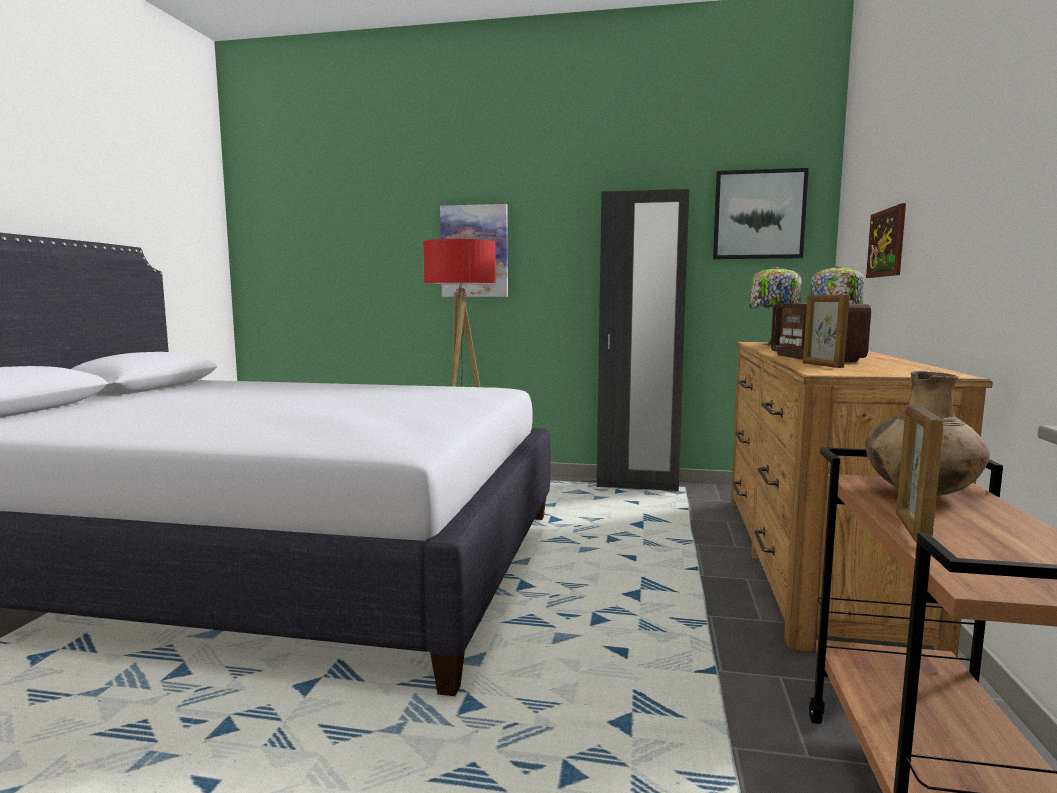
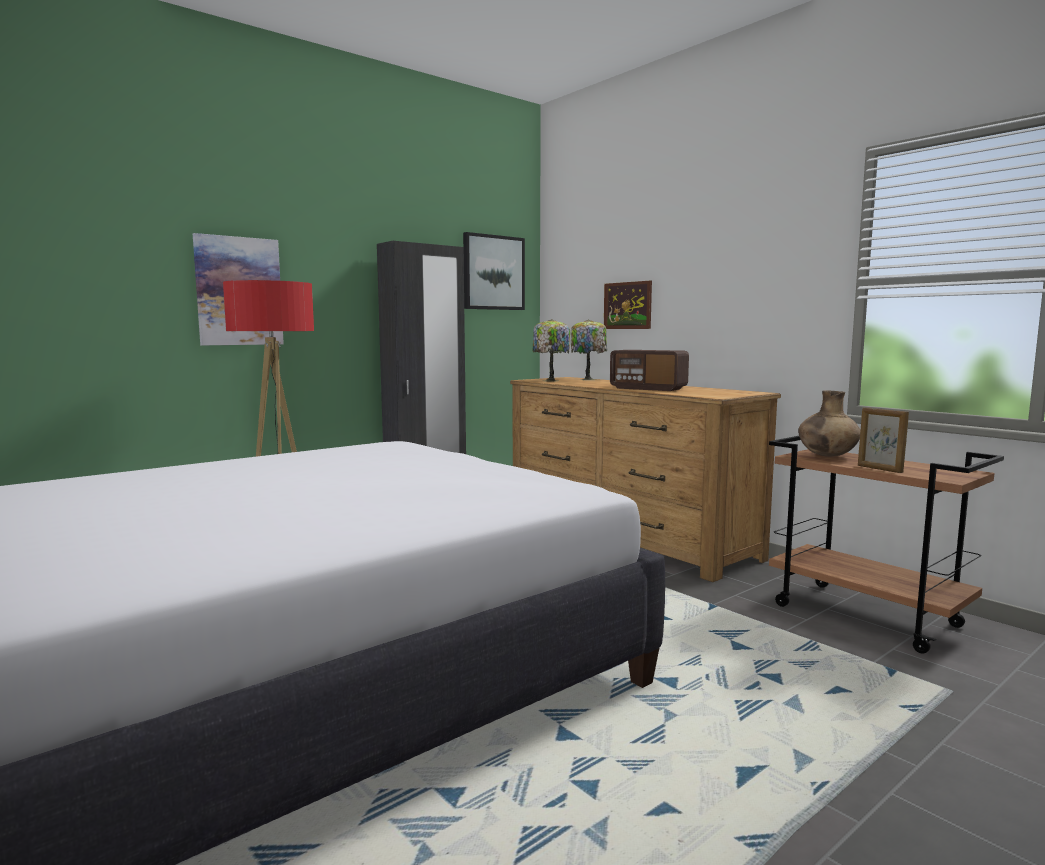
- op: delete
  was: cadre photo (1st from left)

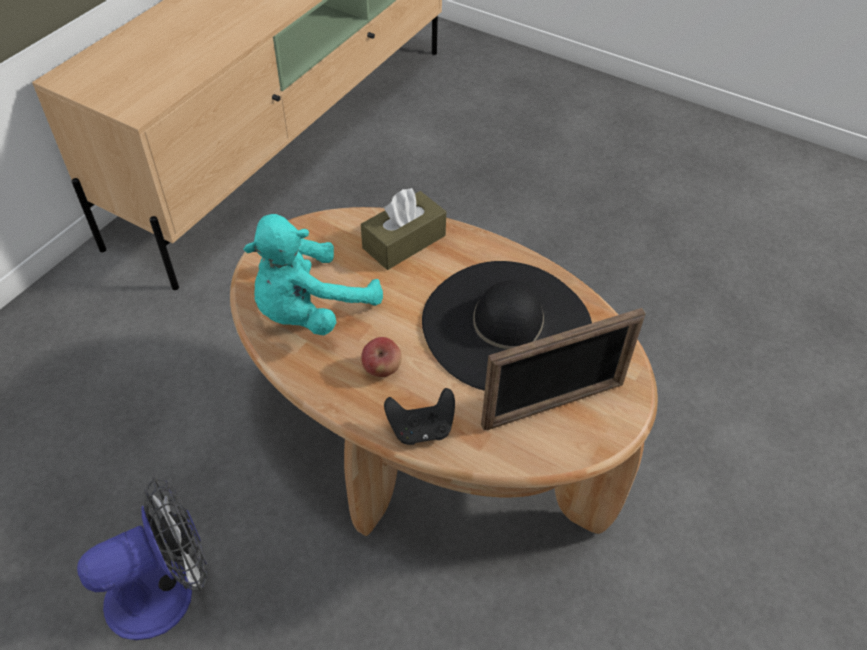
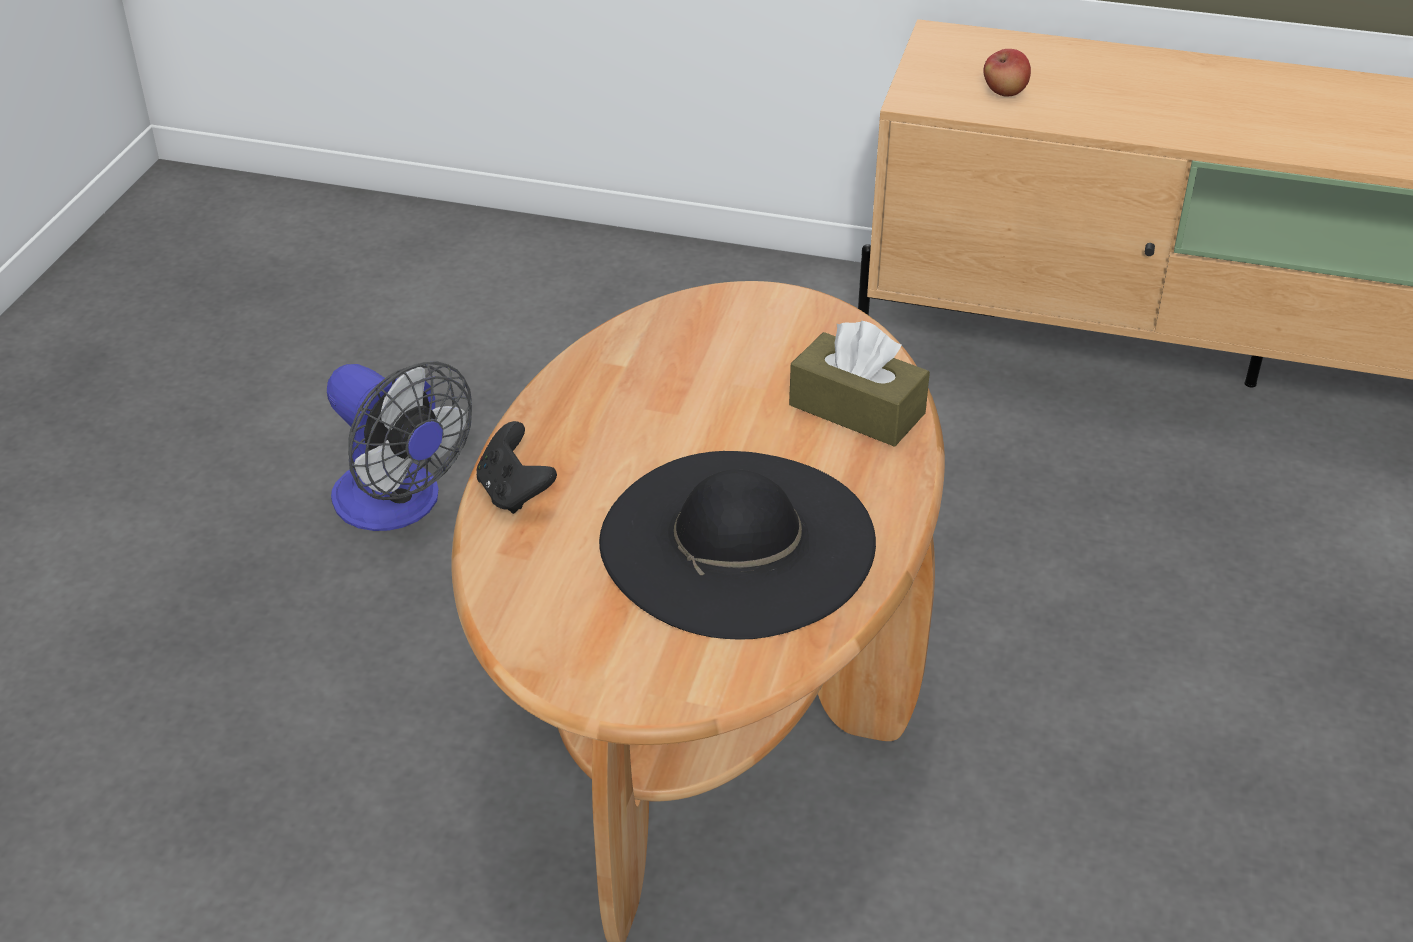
- op: move
  was: pomme
- op: delete
  was: peluche/turquoise
- op: delete
  was: cadre photo

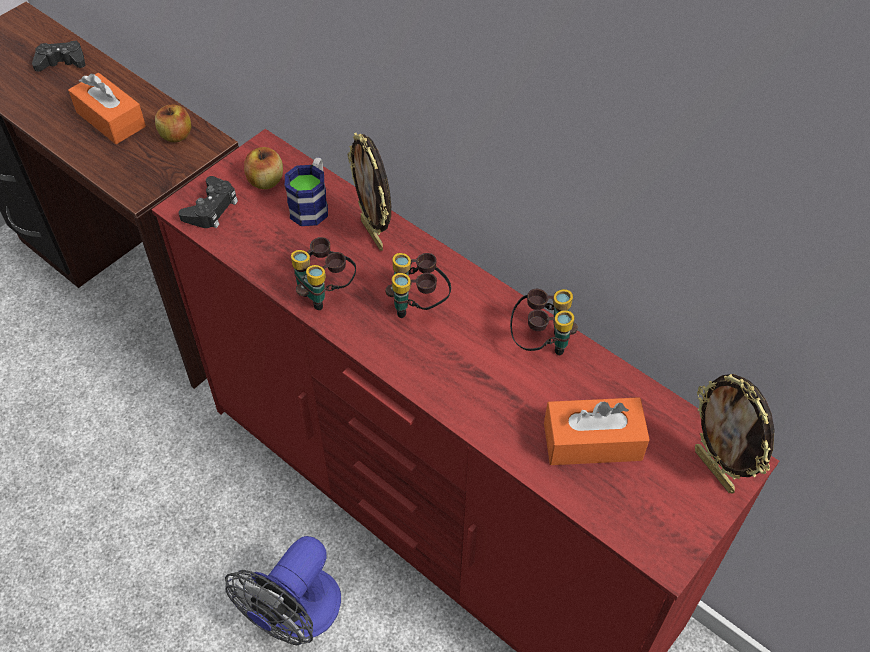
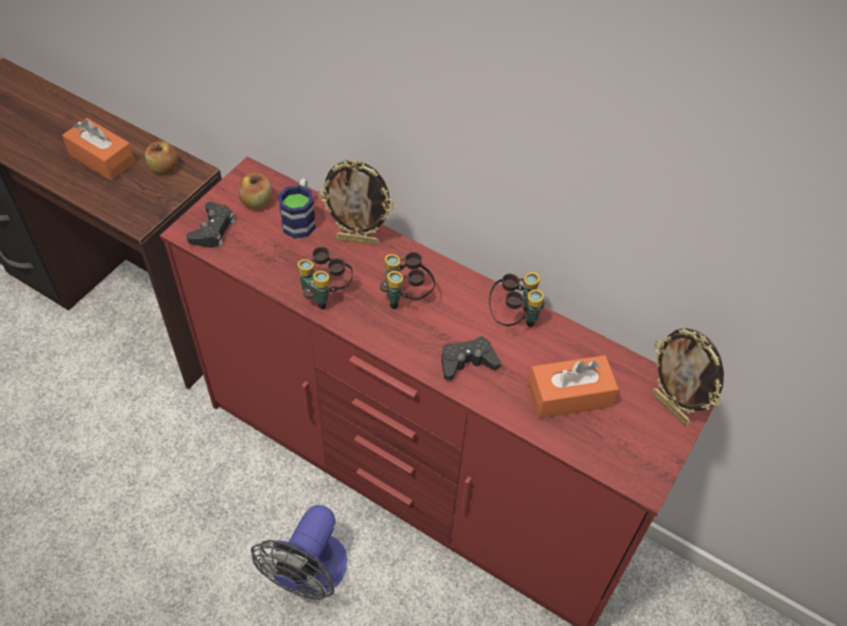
- op: rotate
  was: cadre photo (1st from left)
  clockwise: -45
- op: move
  was: manette/noir (1st from left in the first image)
  now: manette/noir (2nd from left)

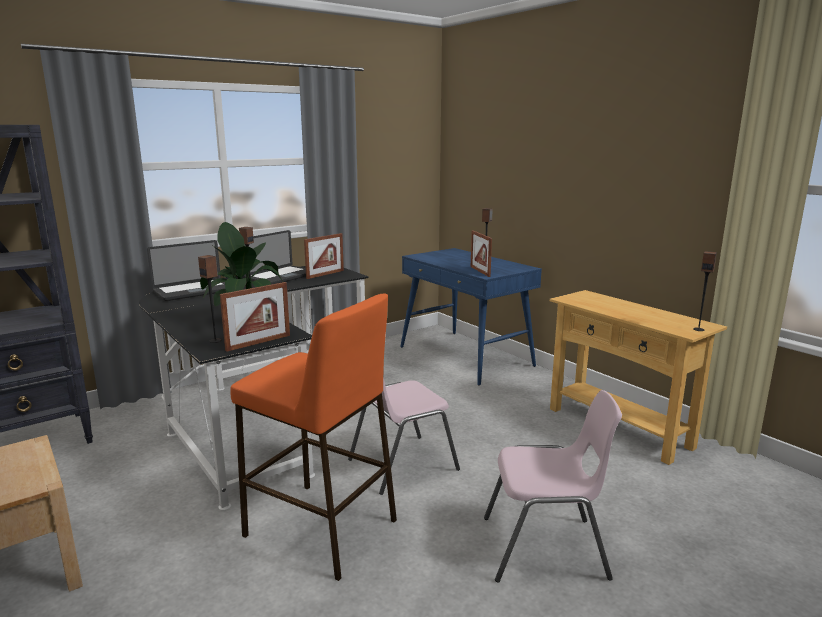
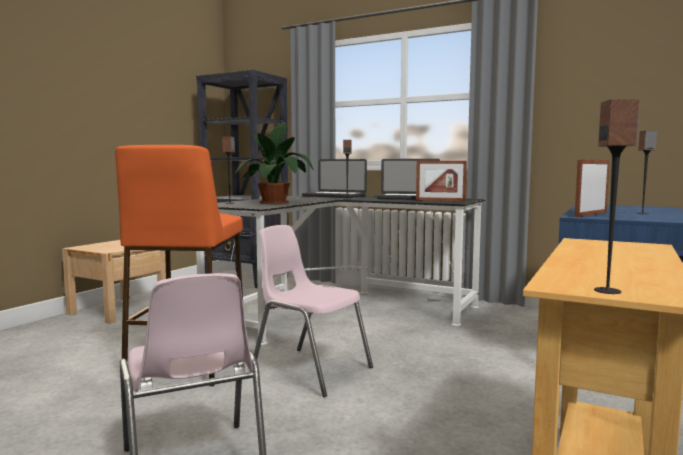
- op: delete
  was: cadre photo (1st from left)

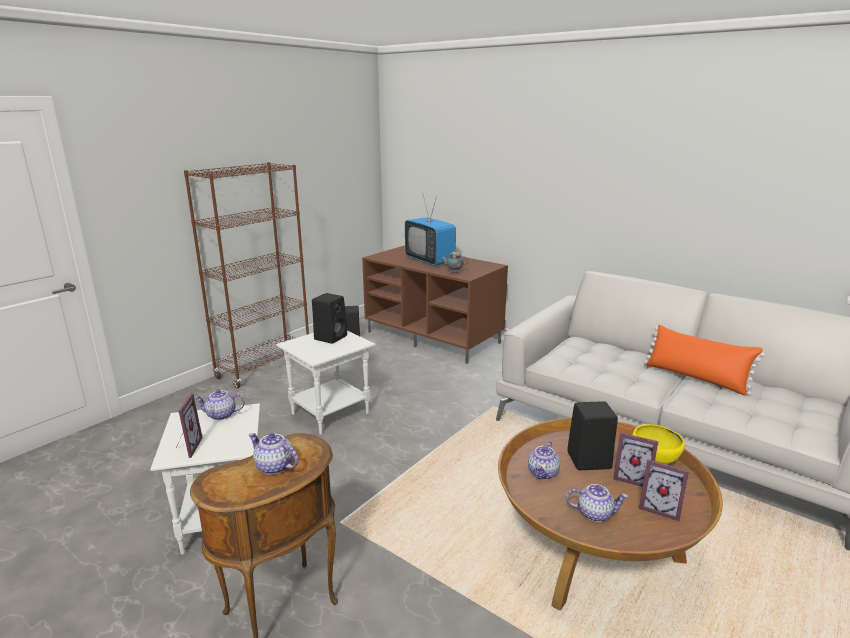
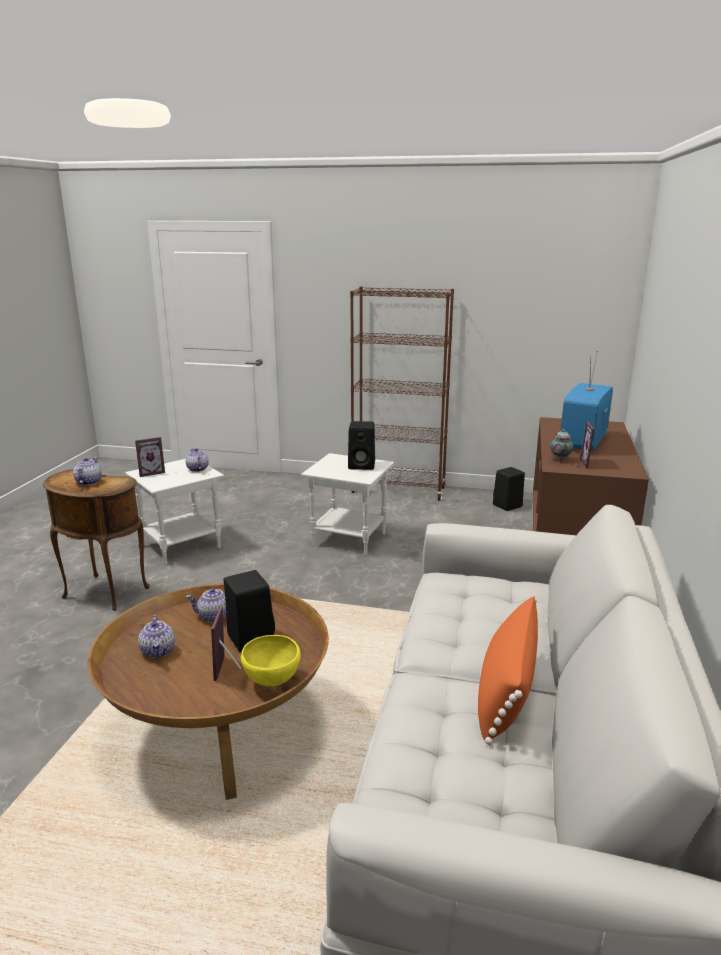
- op: move
  was: cadre photo (3rd from left)

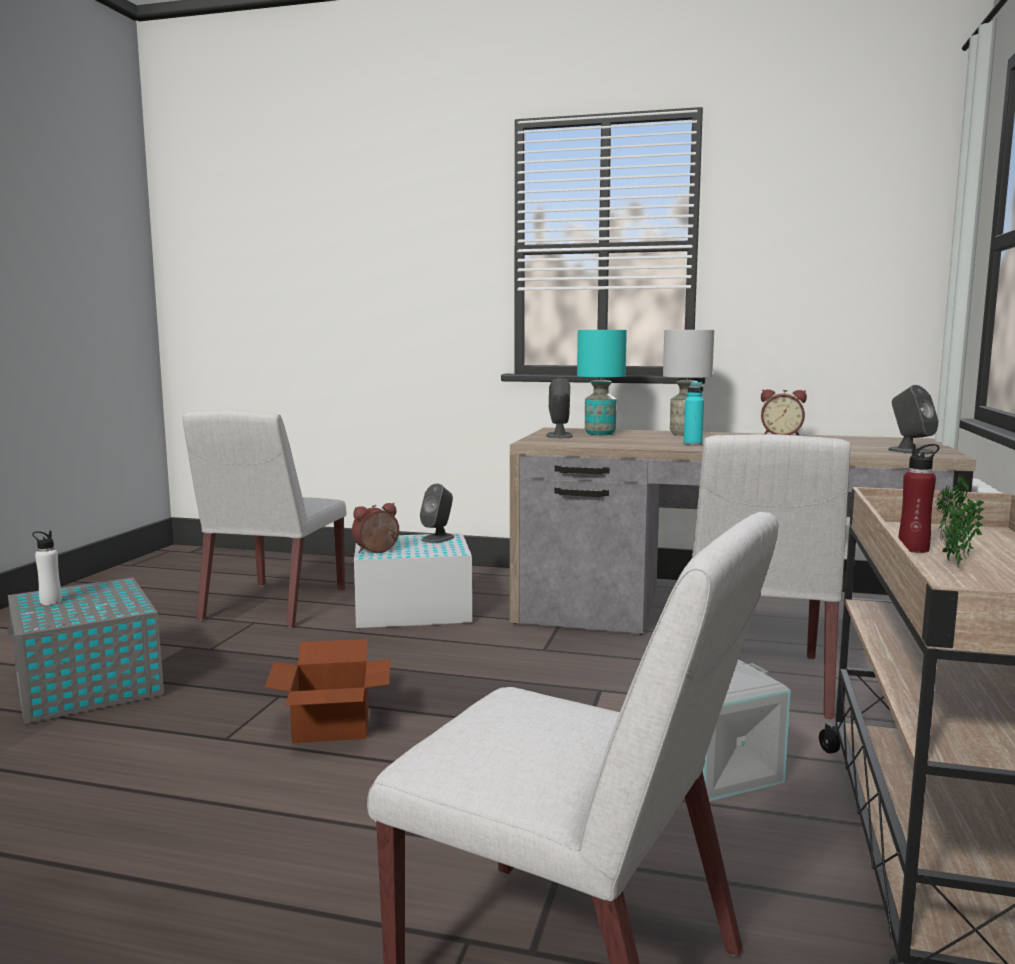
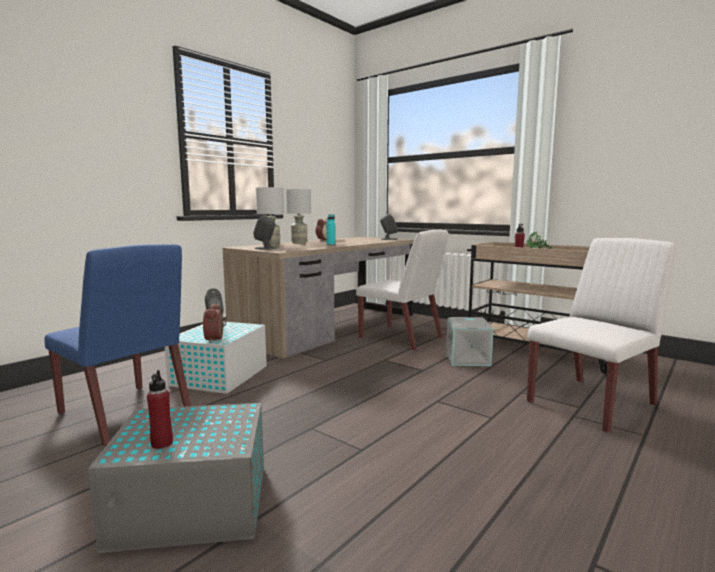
- op: recolor
  was: chaise/blanc (1st from left)
  now: chaise/bleu
- op: recolor
  was: bouteille/blanc
  now: bouteille/rouge (1st from left)
- op: recolor
  was: lampe de table/turquoise
  now: lampe de table/gris (1st from left)
- op: delete
  was: carton

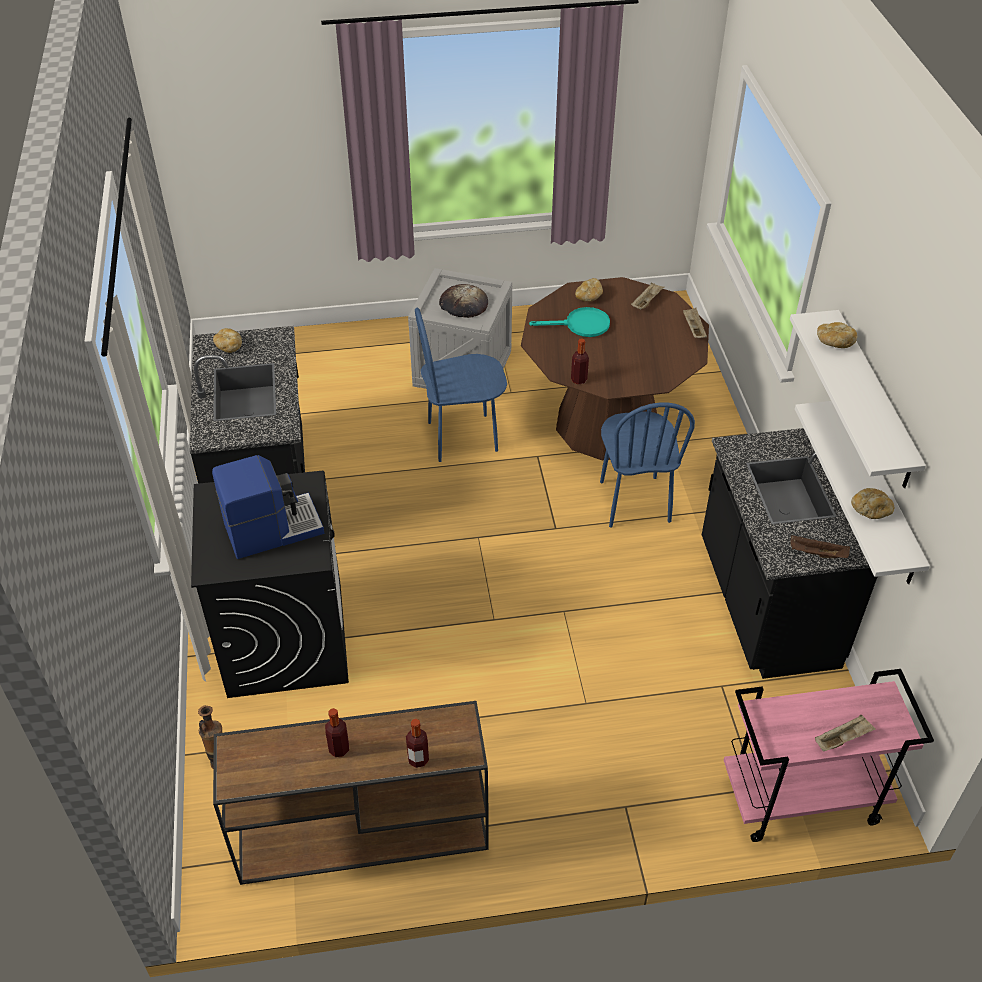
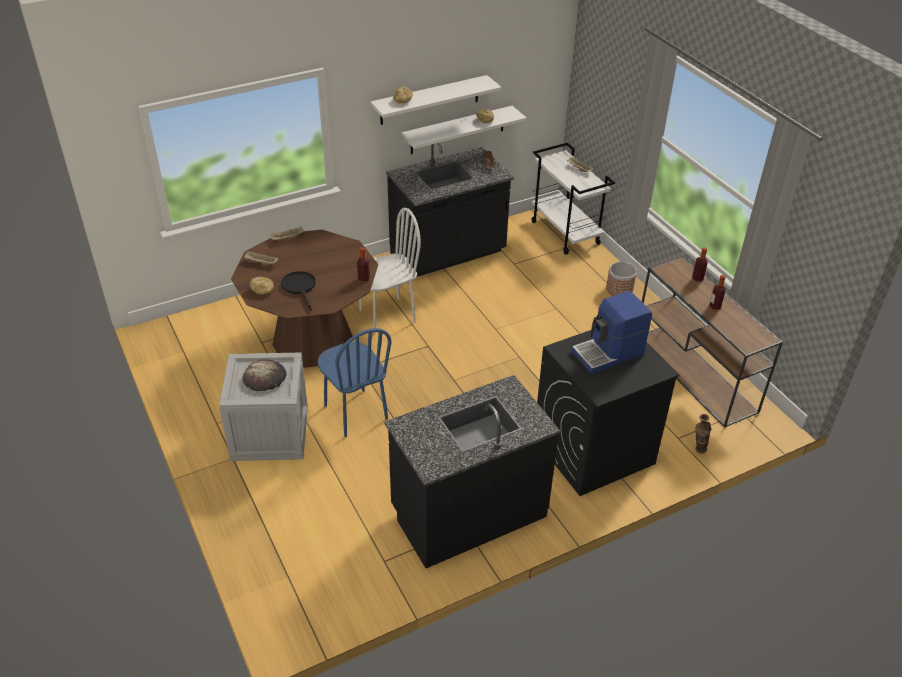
- op: recolor
  was: poêle/turquoise
  now: poêle/noir
- op: recolor
  was: chaise/bleu (2nd from left)
  now: chaise/blanc
- op: recolor
  was: chariot/rose
  now: chariot/blanc
- op: rotate
  was: machine à café
  clockwise: -75
- op: insert
  now: cache-pot
- op: delete
  was: pain (1st from left)

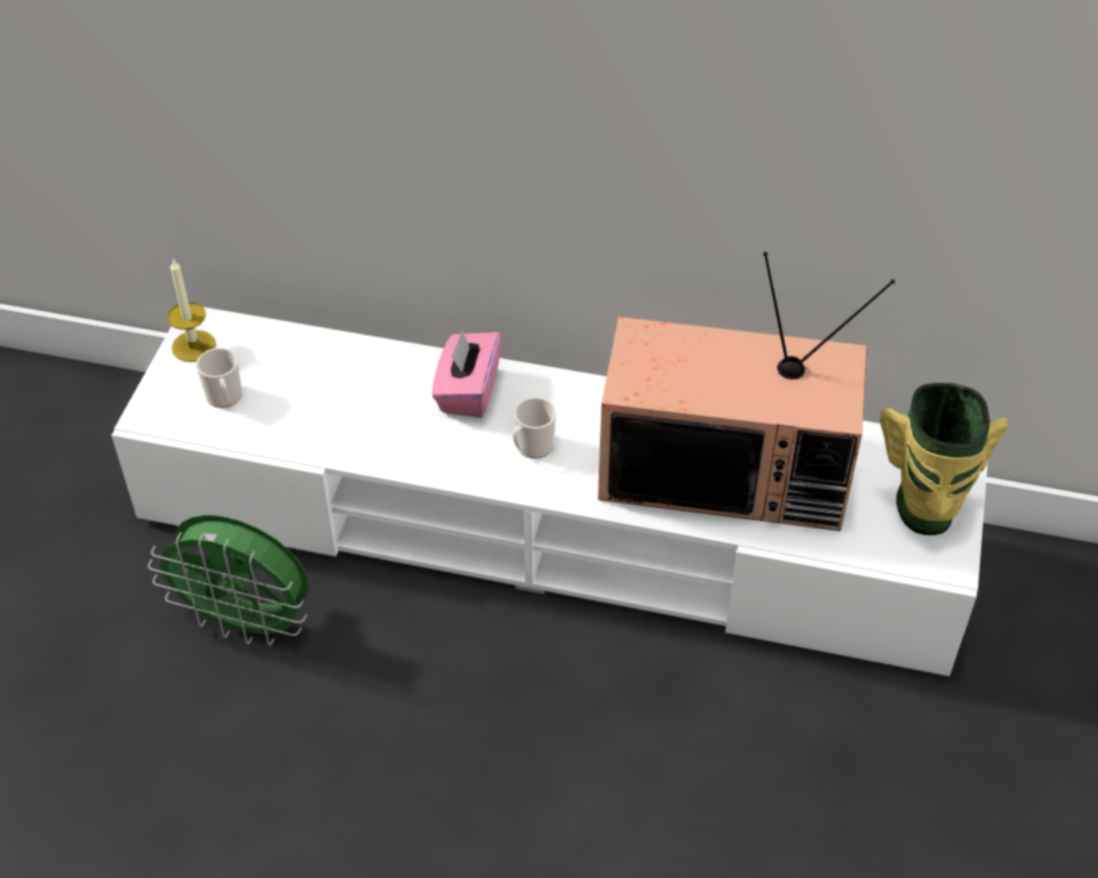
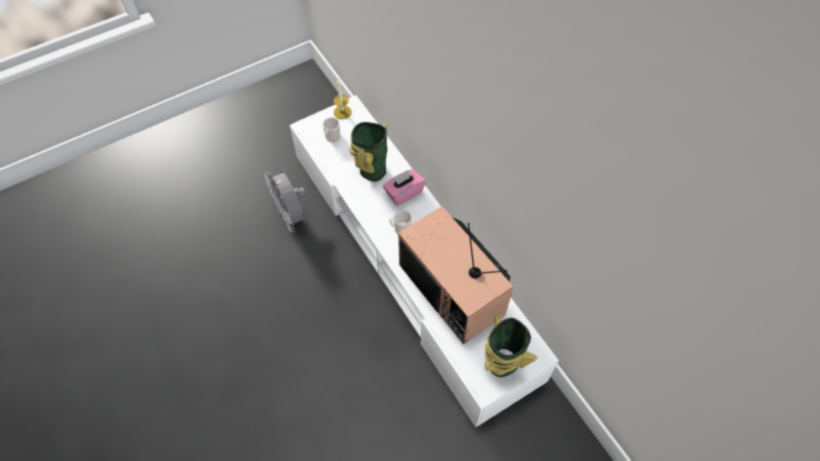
- op: recolor
  was: ventilateur/vert
  now: ventilateur/gris
- op: insert
  now: vase (1st from left)

